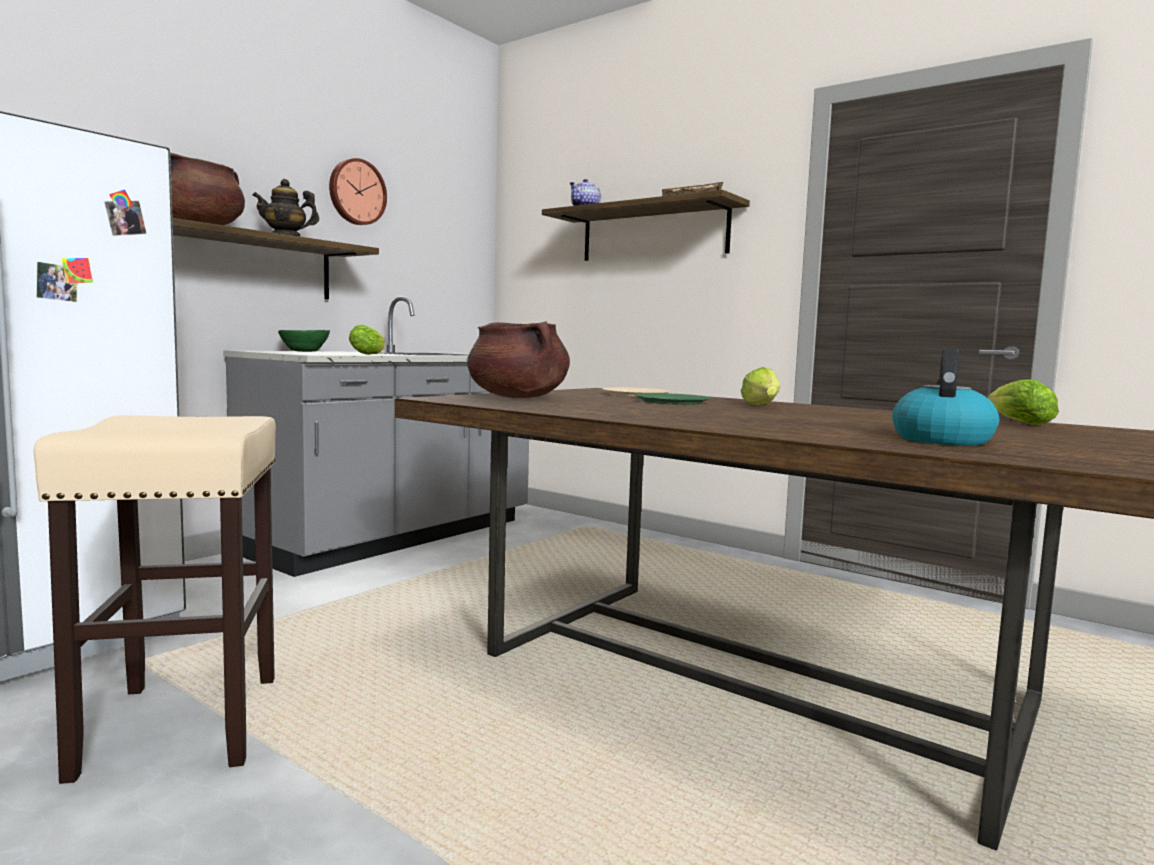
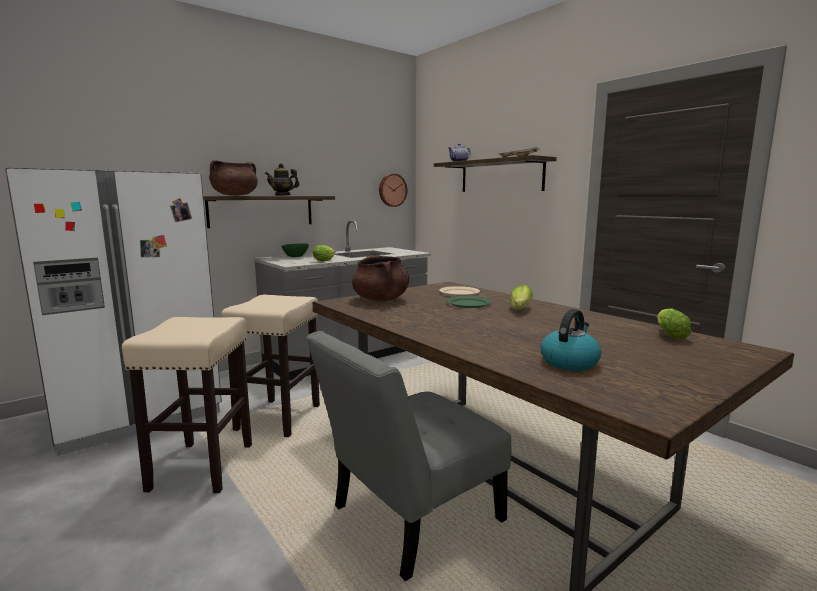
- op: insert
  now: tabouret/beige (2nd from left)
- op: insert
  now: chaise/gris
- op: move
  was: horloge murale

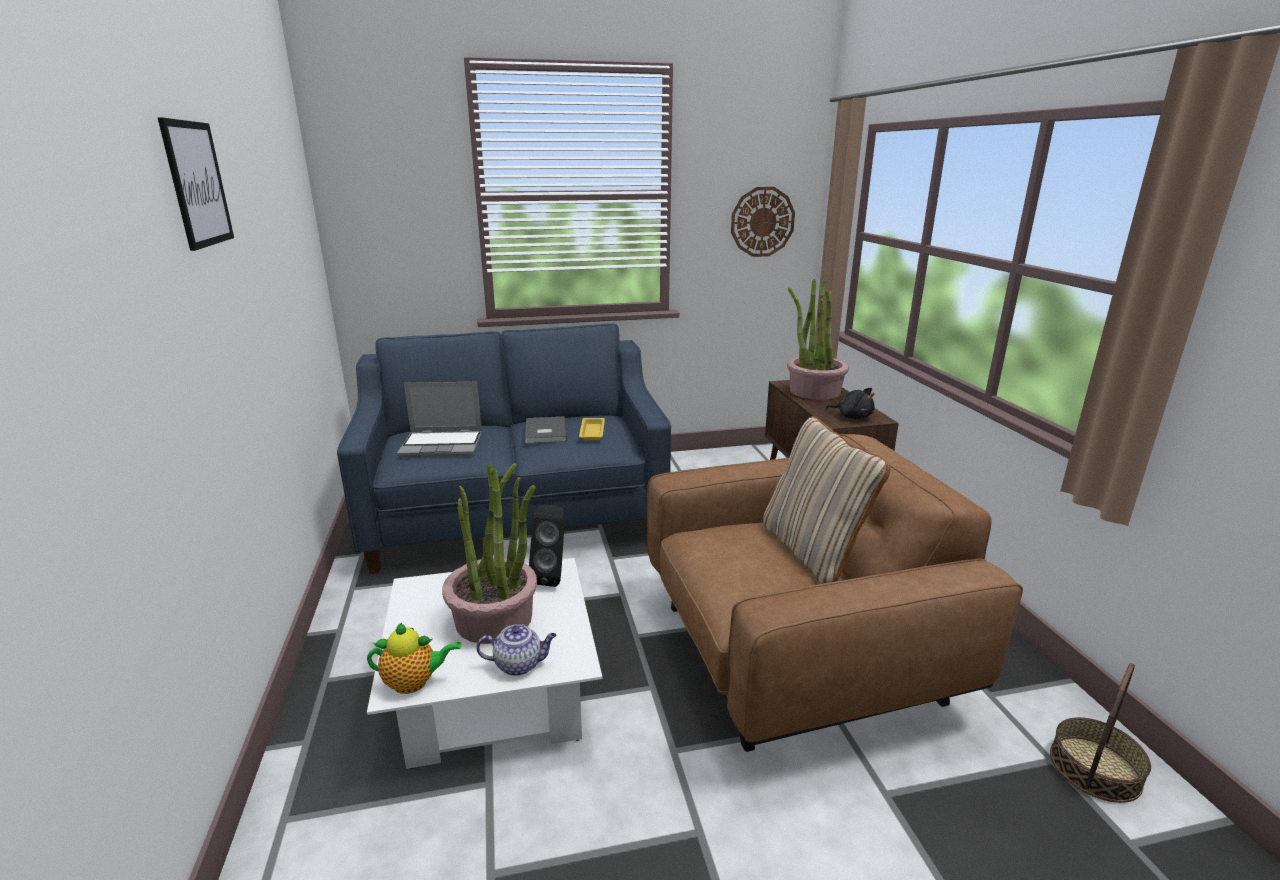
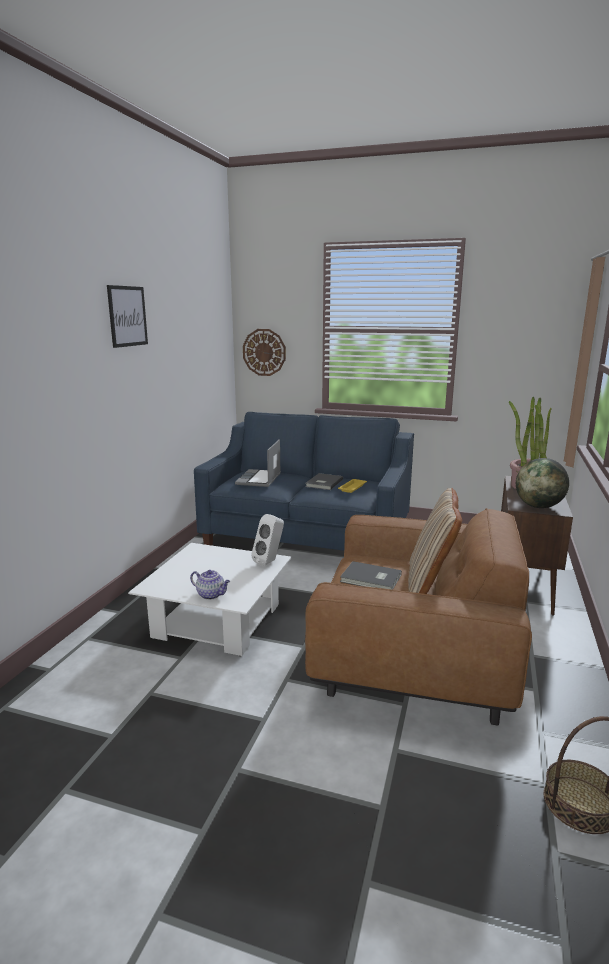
- op: rotate
  was: ordinateur portable
  clockwise: 75
- op: move
  was: horloge murale
- op: recolor
  was: enceinte/noir
  now: enceinte/blanc
- op: insert
  now: livre/gris (2nd from left)
- op: replace
  was: peluche/noir
  now: globe
- op: delete
  was: théière (1st from left)
- op: delete
  was: plante en pot (1st from left)

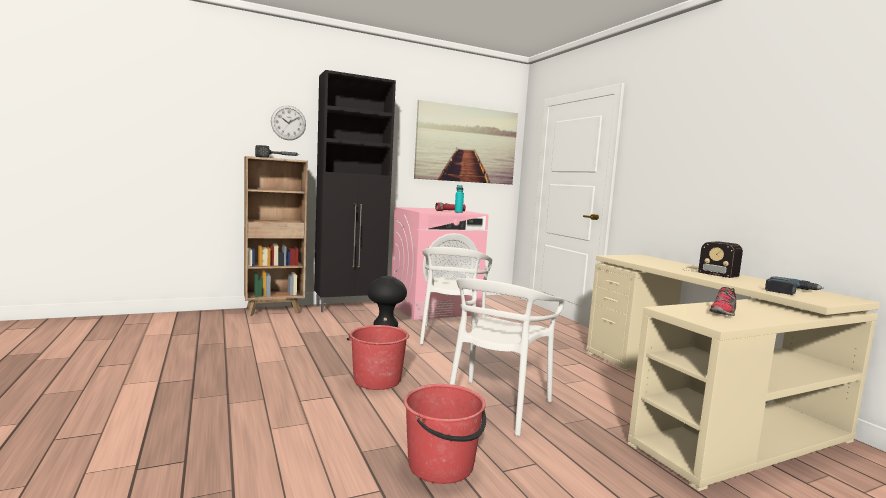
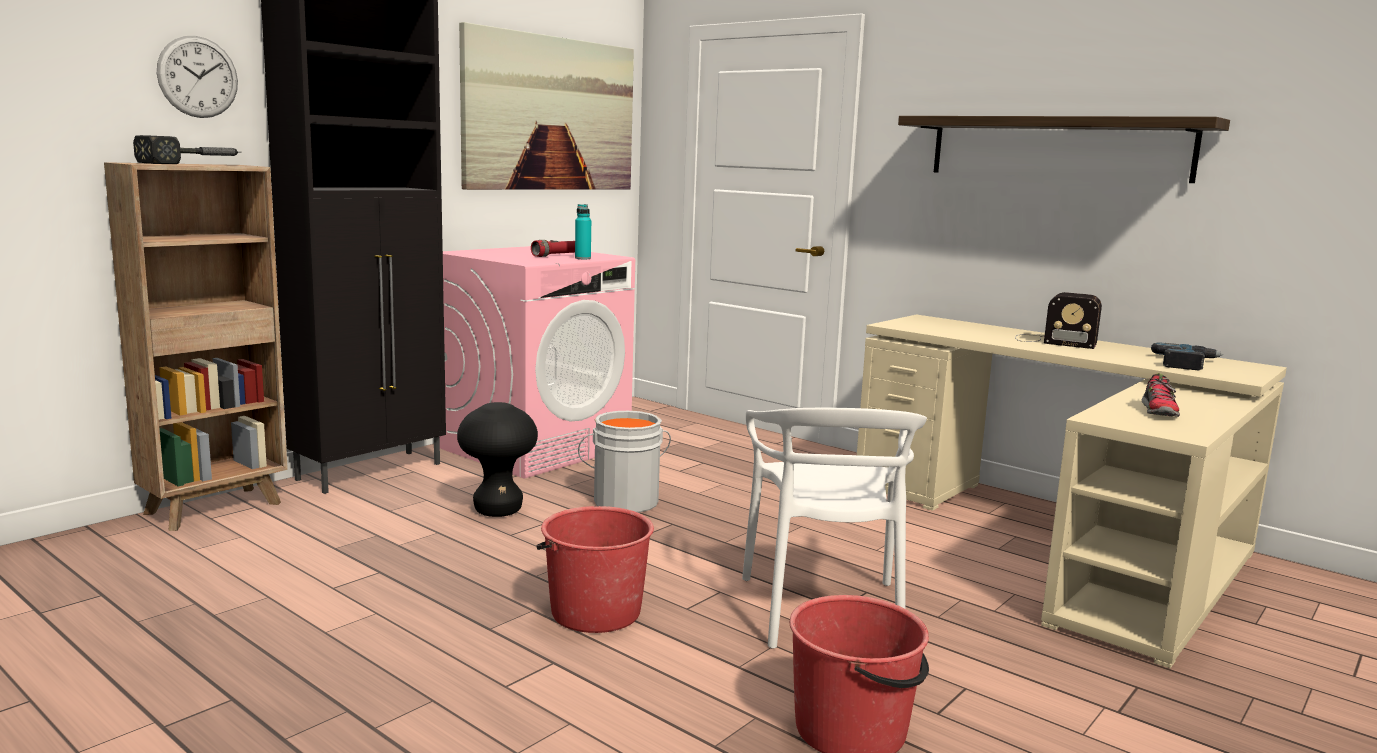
- op: replace
  was: chaise/blanc (1st from left)
  now: seau/gris
- op: insert
  now: étagère

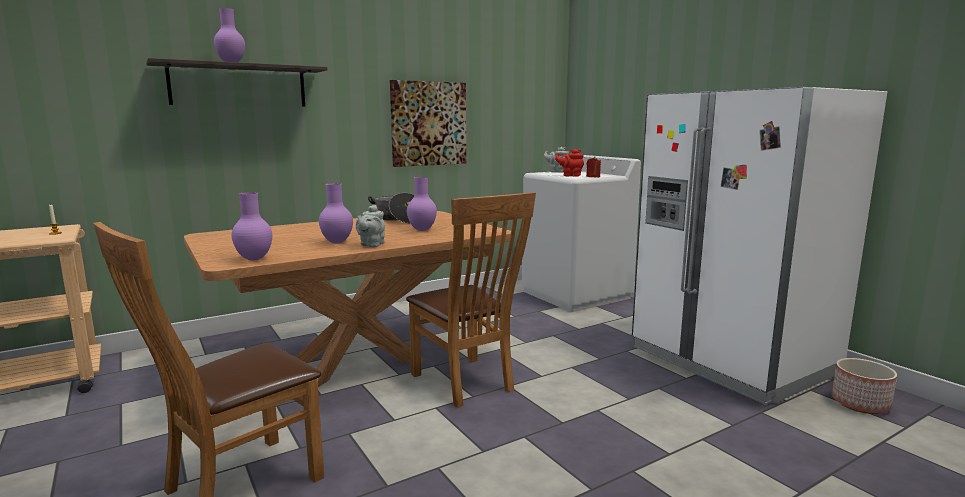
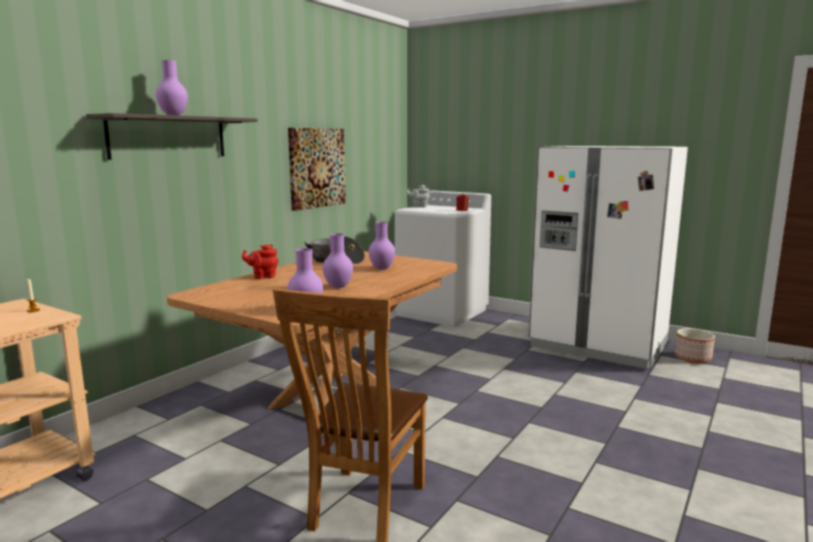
- op: move
  was: théière/rouge
- op: delete
  was: théière/gris (1st from left)
- op: delete
  was: chaise/marron (2nd from left)

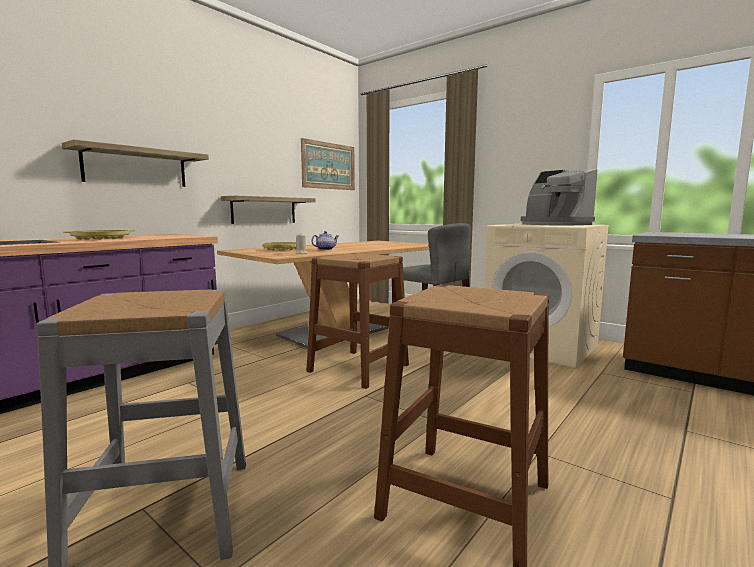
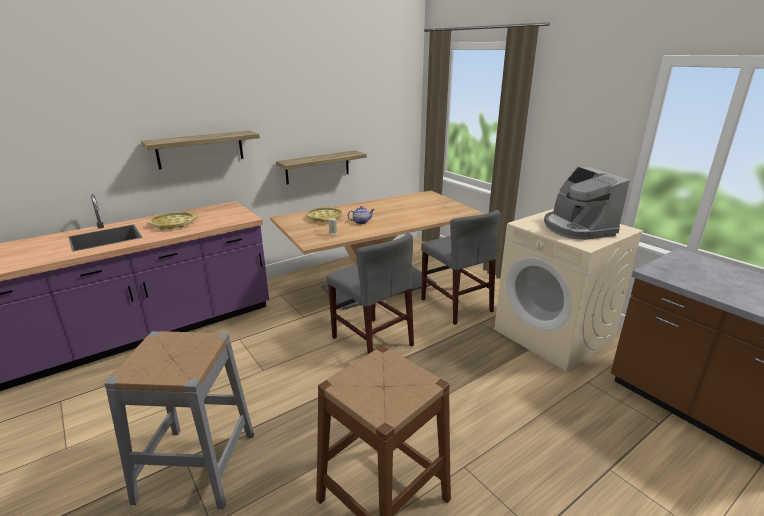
- op: replace
  was: tabouret/marron (1st from left)
  now: chaise/gris (1st from left)
- op: delete
  was: tableau

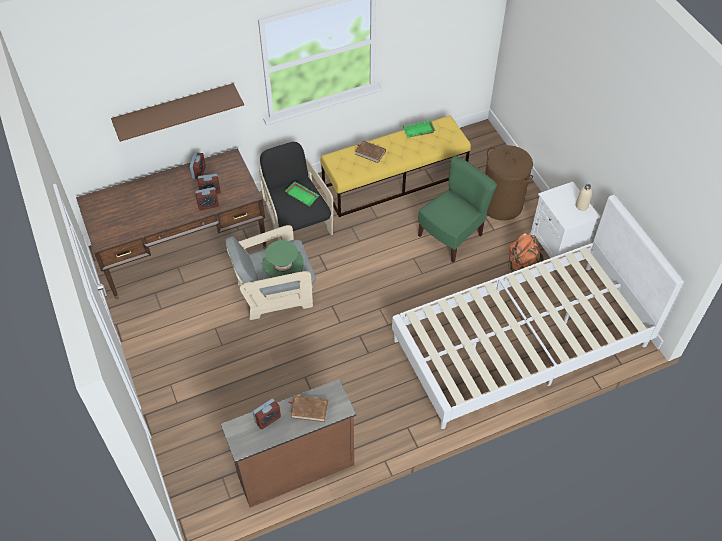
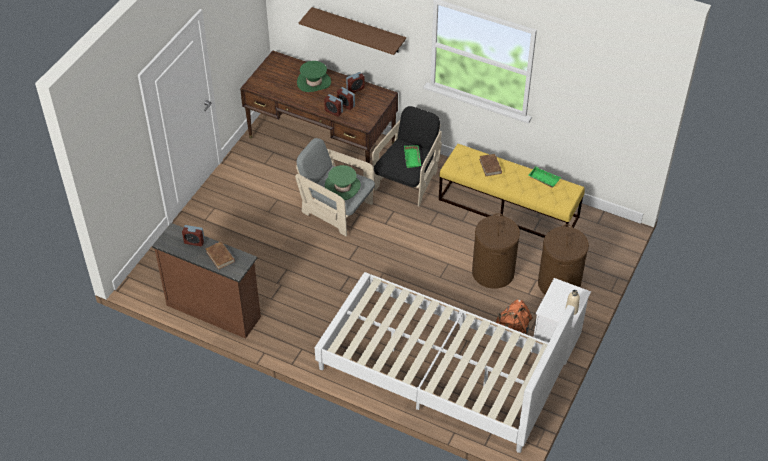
- op: insert
  now: chapeau/vert (1st from left)
- op: replace
  was: chaise/vert
  now: panier à linge/marron (1st from left)

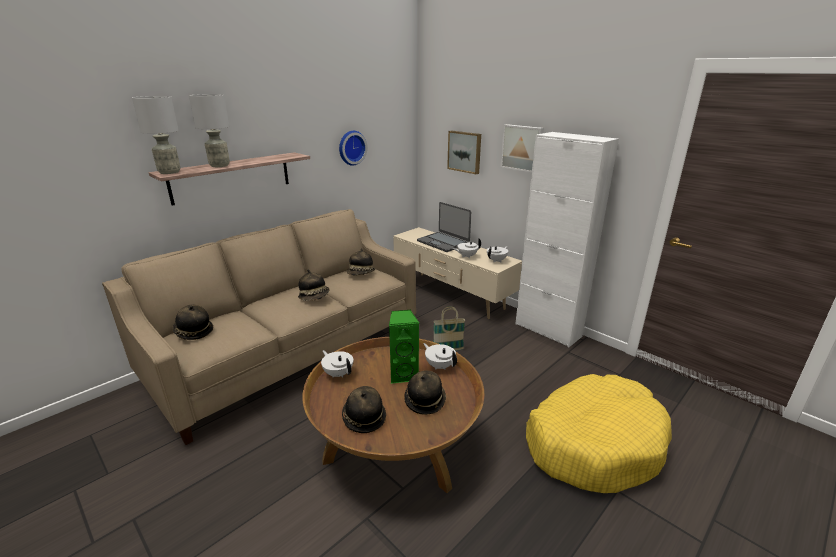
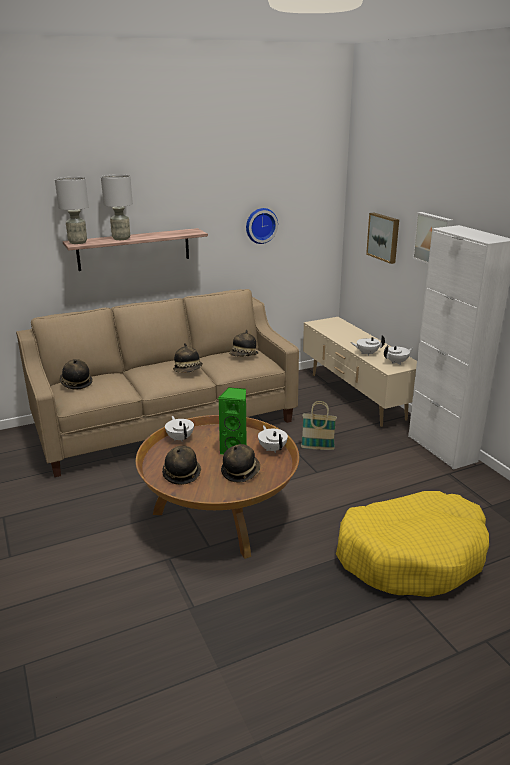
- op: delete
  was: ordinateur portable

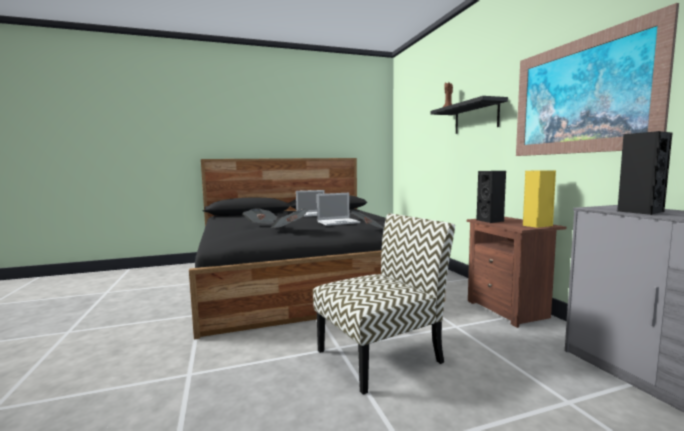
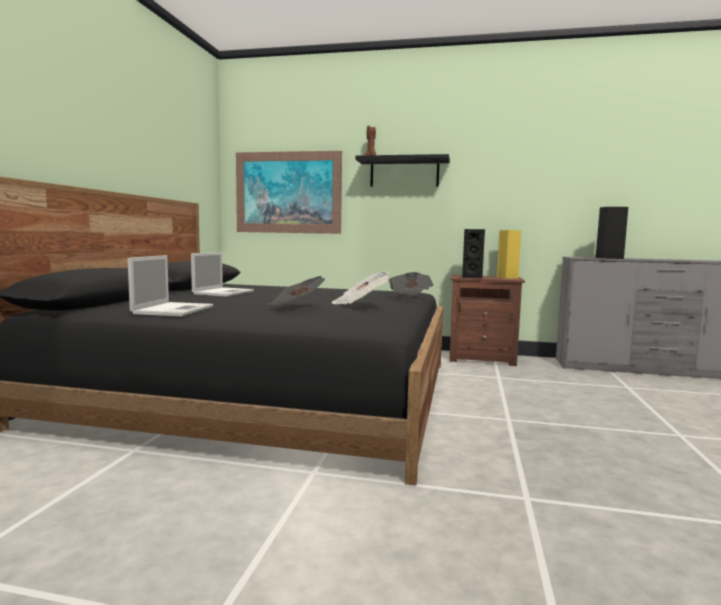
- op: move
  was: ordinateur portable (2nd from left in the first image)
  now: ordinateur portable (1st from left)
- op: move
  was: tableau
- op: delete
  was: chaise

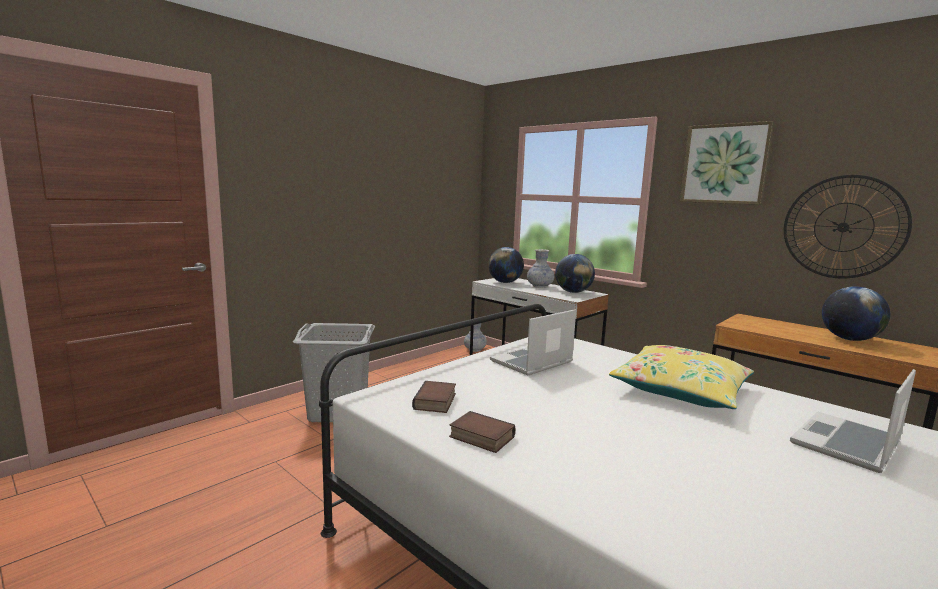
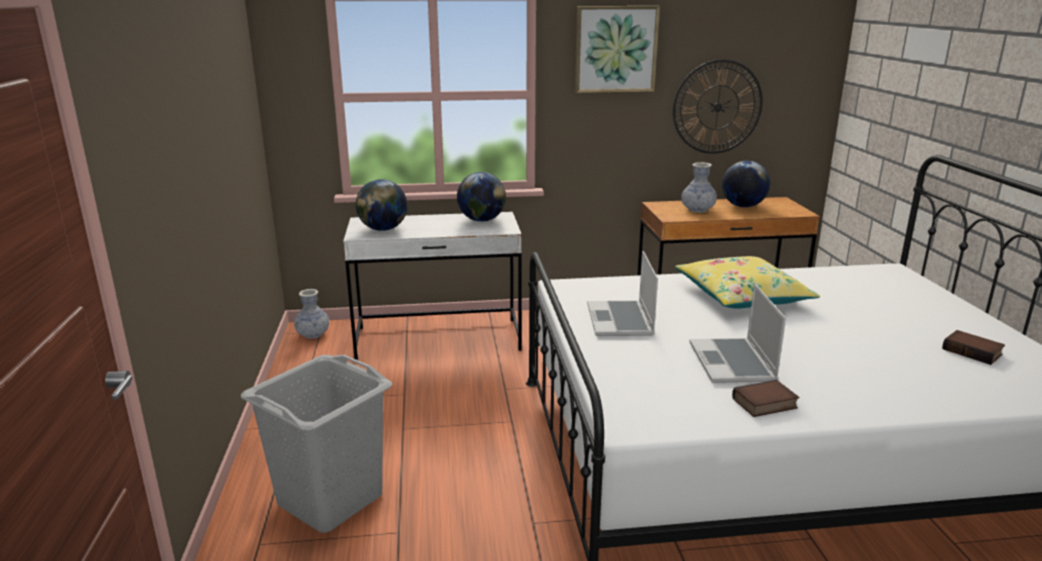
- op: move
  was: vase (2nd from left)
- op: move
  was: ordinateur portable (2nd from left)
- op: move
  was: livre (1st from left in the first image)
  now: livre (2nd from left)

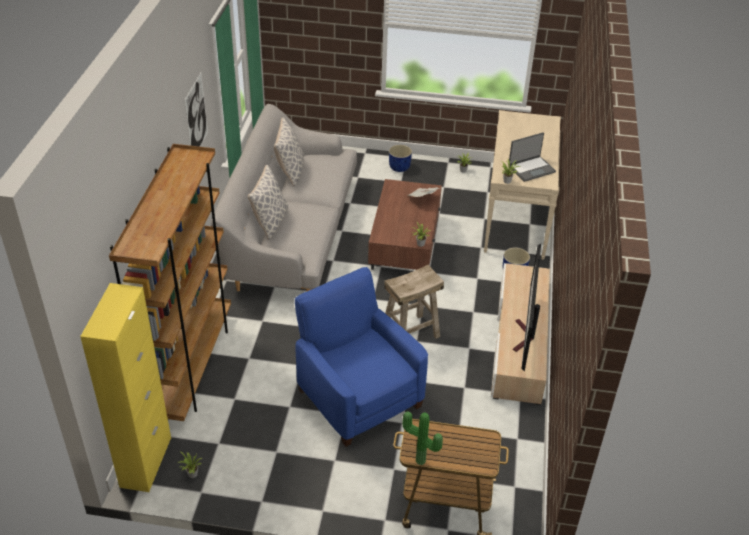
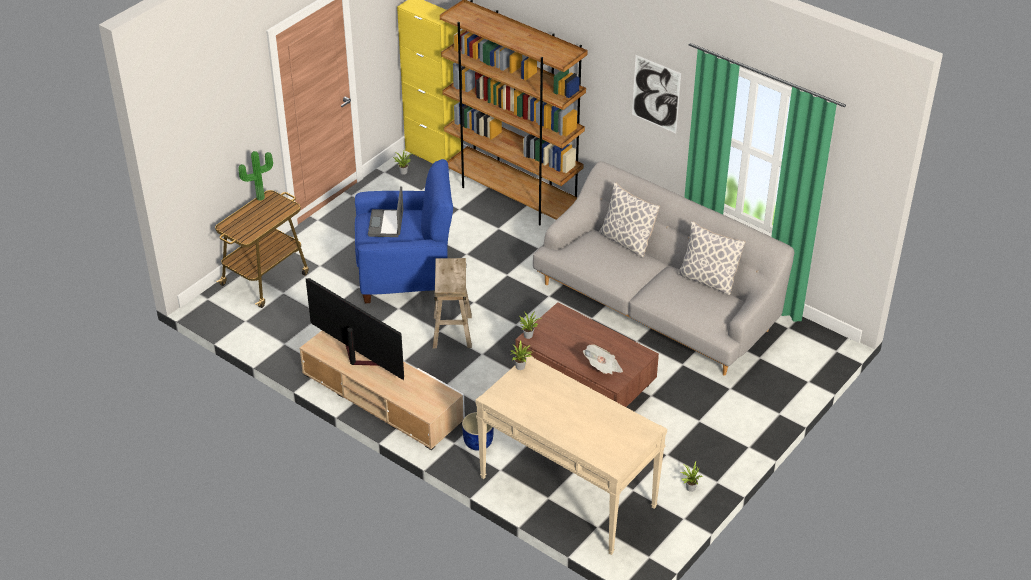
- op: move
  was: ordinateur portable
- op: delete
  was: cache-pot/bleu (1st from left)

